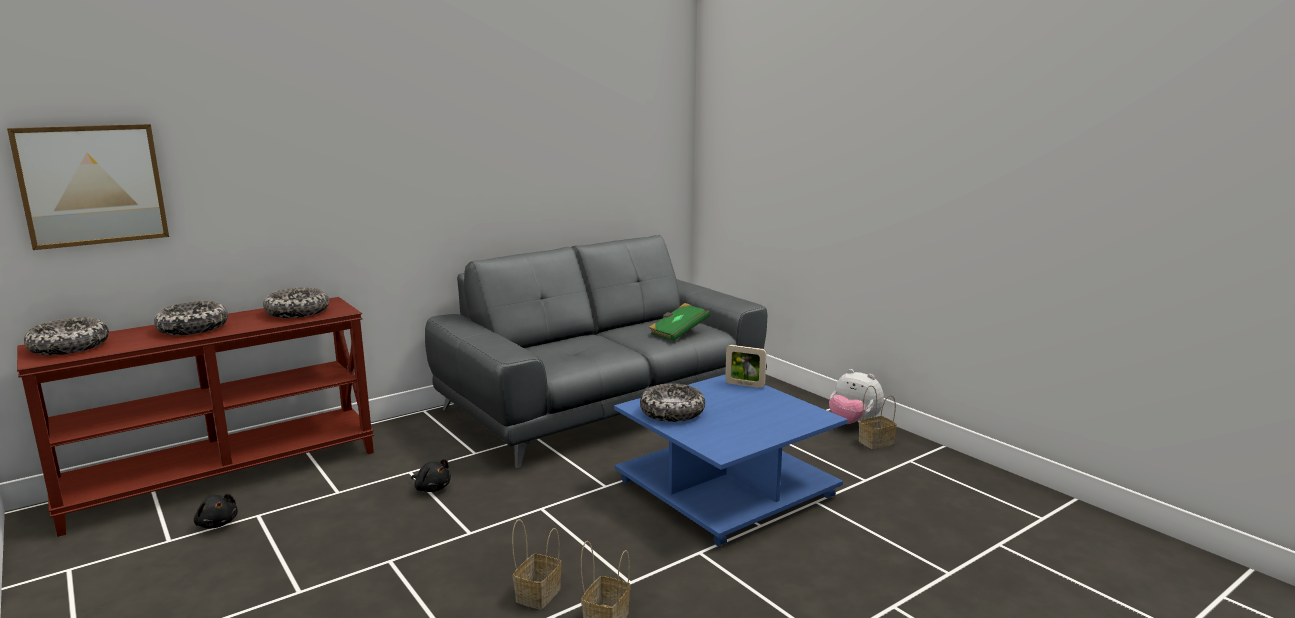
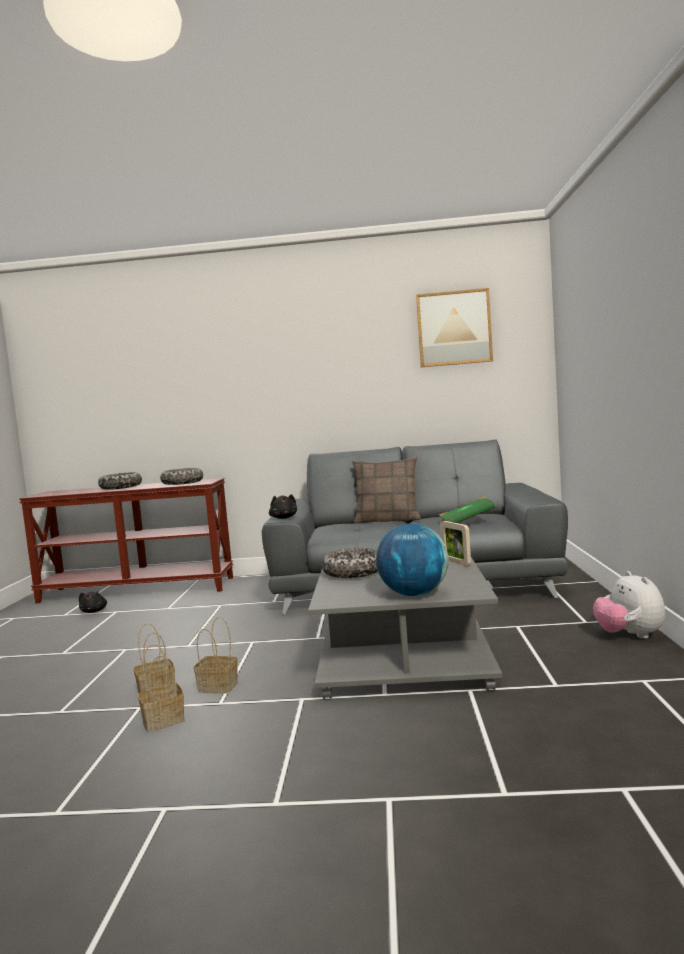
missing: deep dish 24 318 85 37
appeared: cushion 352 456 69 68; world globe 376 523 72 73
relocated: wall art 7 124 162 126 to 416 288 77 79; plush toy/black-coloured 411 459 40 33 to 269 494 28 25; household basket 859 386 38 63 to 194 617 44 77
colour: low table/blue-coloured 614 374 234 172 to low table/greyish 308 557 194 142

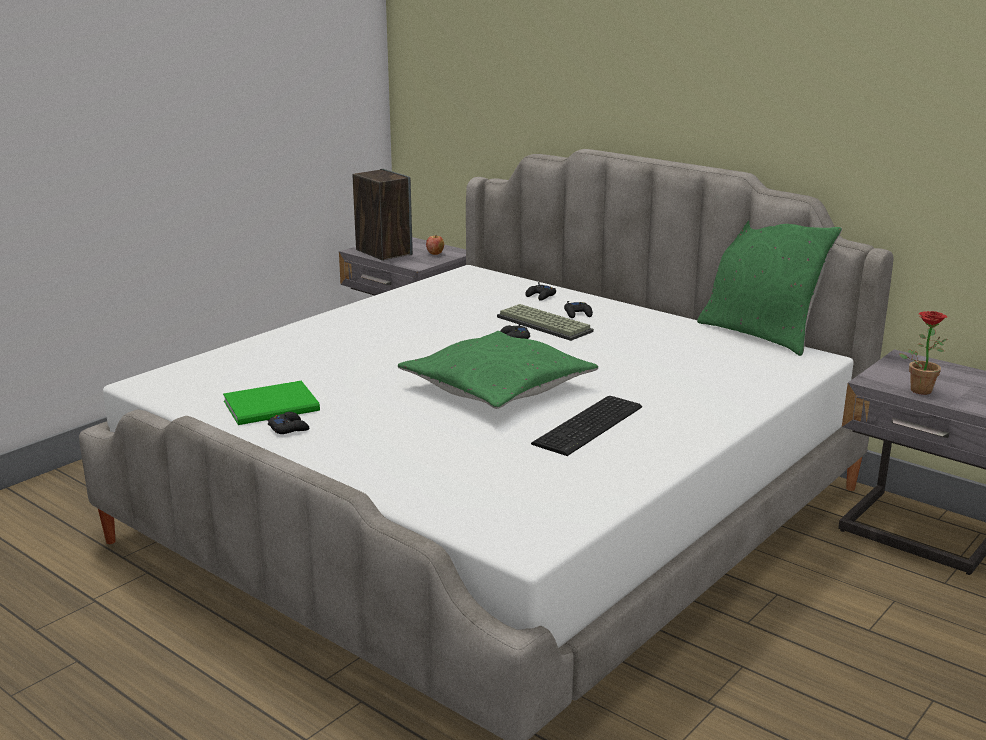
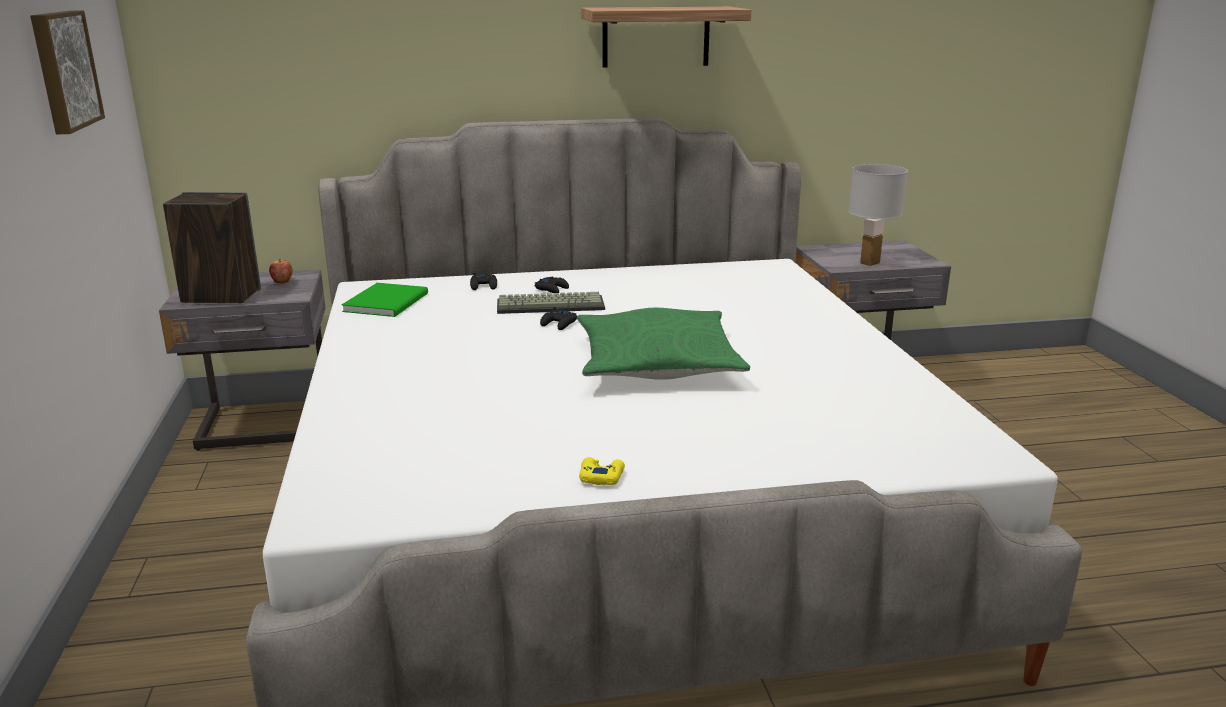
missing: keyboard 531 396 111 60; cushion/green-coloured 697 221 145 135
appeared: wall art 30 10 75 124; bracket shelf 581 7 171 60
relocated: volume/green-coloured 223 381 97 44 to 342 283 86 34
exchanged: houseplant 899 311 48 84 to table lamp/white 848 164 60 102
colour: joypad/black-coloured 268 412 41 22 to joypad/yellow-coloured 579 457 46 28

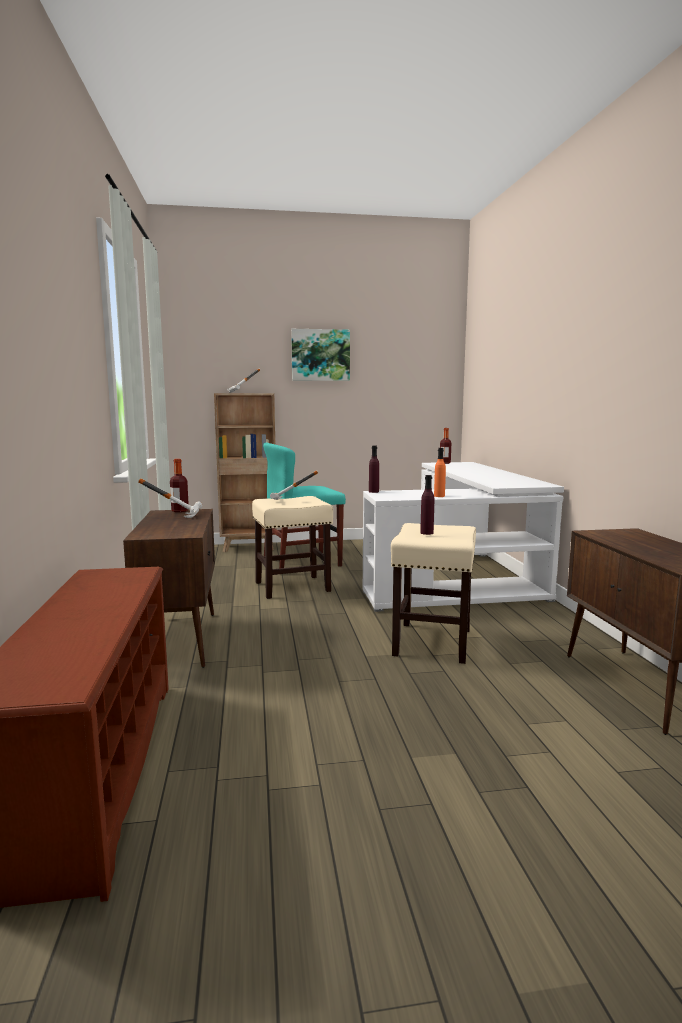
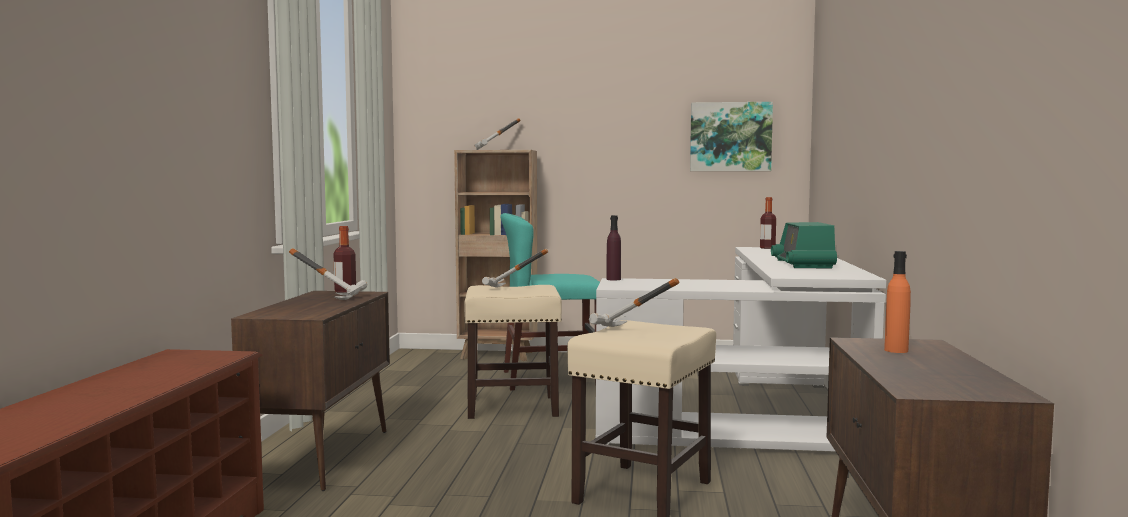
appeared: radio set 771 222 66 46
relocated: wall art 291 329 59 52 to 690 102 83 69; beverage bottle/orange 434 448 12 49 to 884 251 27 102
exchanged: beverage bottle/purple 420 475 14 60 to tool hammer 589 278 90 49

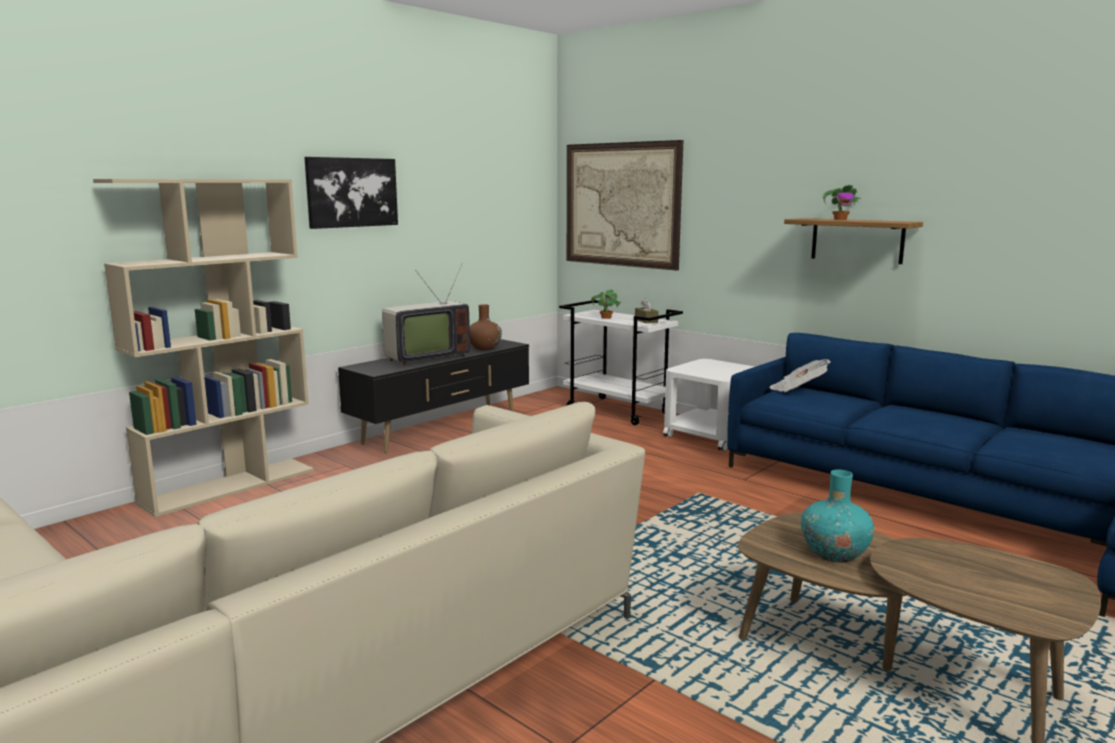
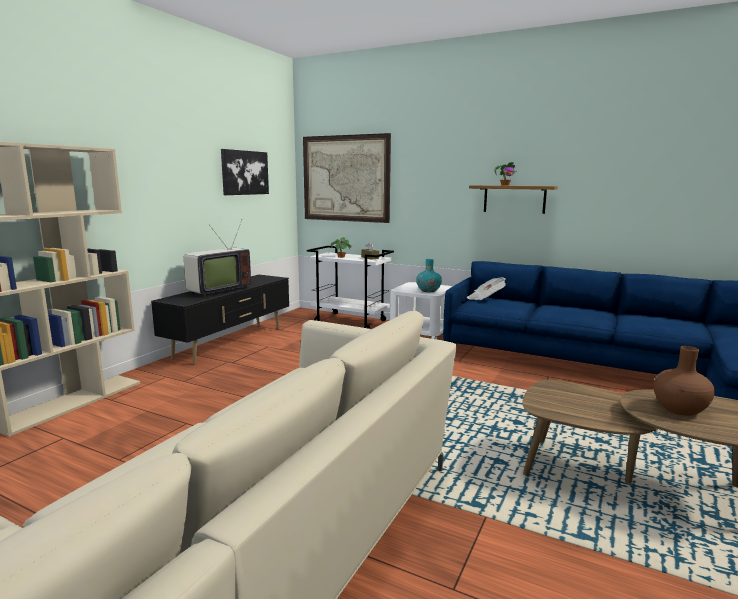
relocated: wall art 304 157 94 72 to 221 149 48 46; flower vase/brown 470 304 32 46 to 653 346 62 70; flower vase/turquoise-coloured 801 470 73 92 to 416 259 26 33

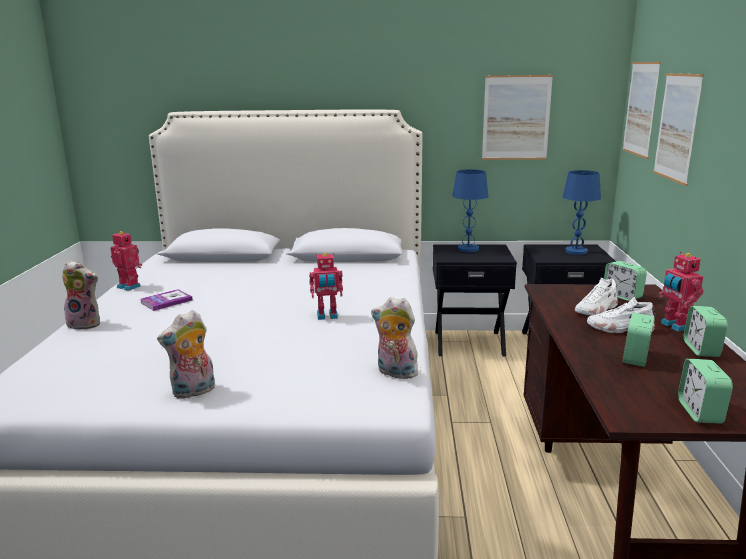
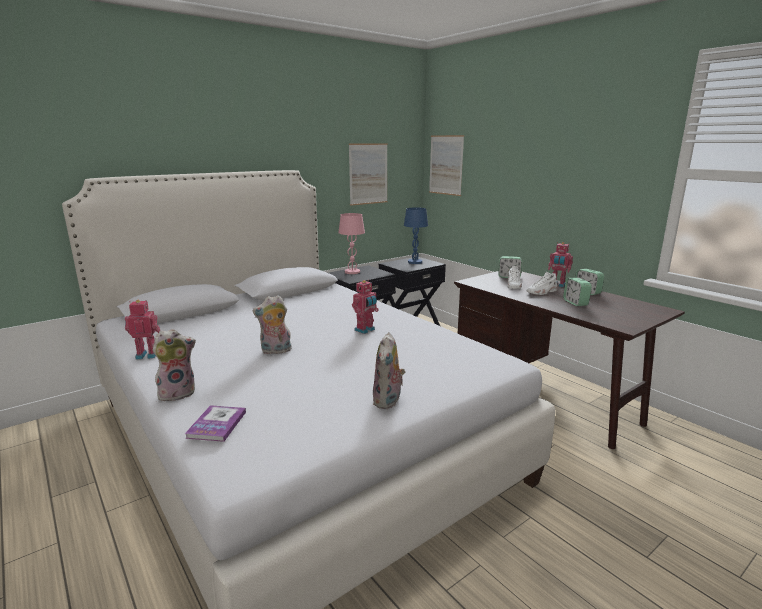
missing: wall art 653 73 51 113; table clock 678 359 55 65
relocated: volume 141 289 52 22 to 185 405 61 37; plush toy 371 297 52 82 to 252 295 40 59
colour: table lamp/blue-coloured 452 170 36 82 to table lamp/pinkish 338 213 27 61

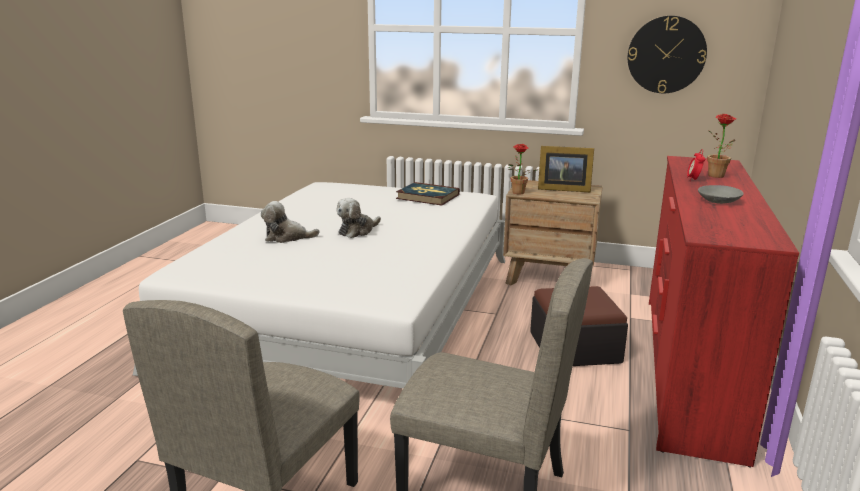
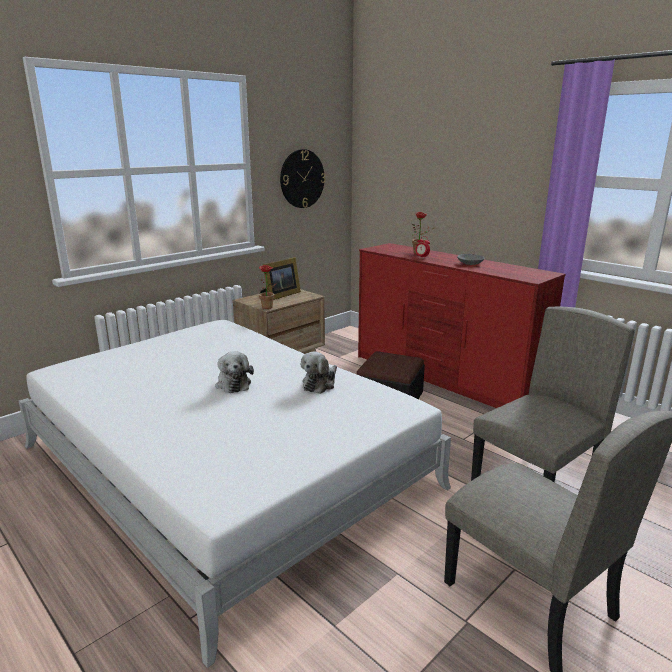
missing: volume 396 182 64 24
relocated: plush toy 261 201 59 42 to 301 352 36 42

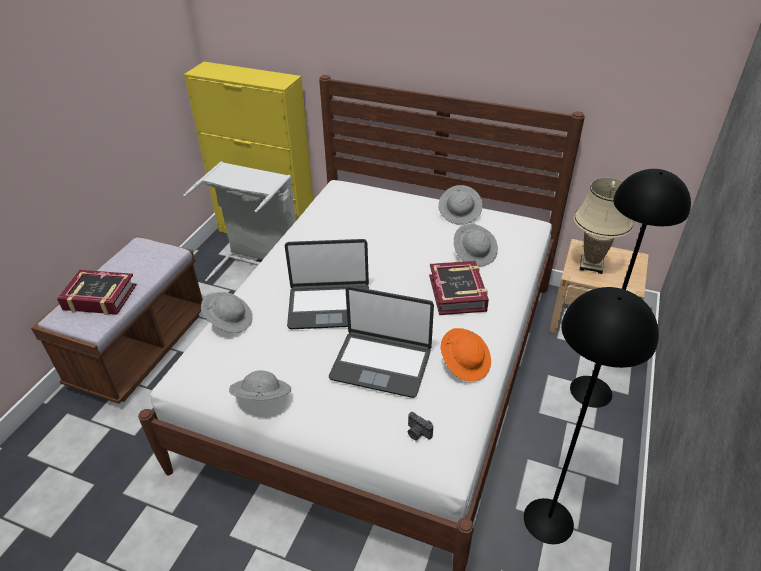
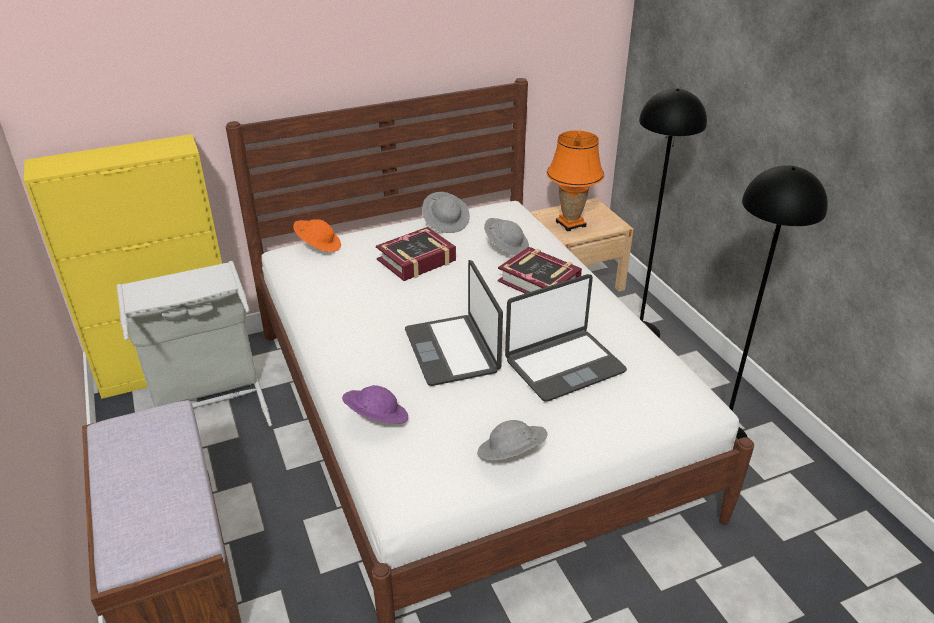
missing: still camera 408 412 25 28
relocated: volume 57 270 79 45 to 376 227 80 54; clothing hat/orange 441 328 50 53 to 293 219 48 33
colour: clothing hat/greyish 201 292 52 41 to clothing hat/purple 342 385 66 39; table lamp/beige 574 178 60 96 to table lamp/orange 547 130 57 102
spun: laptop 285 239 84 90 = 405 260 98 126 120 degrees clockwise

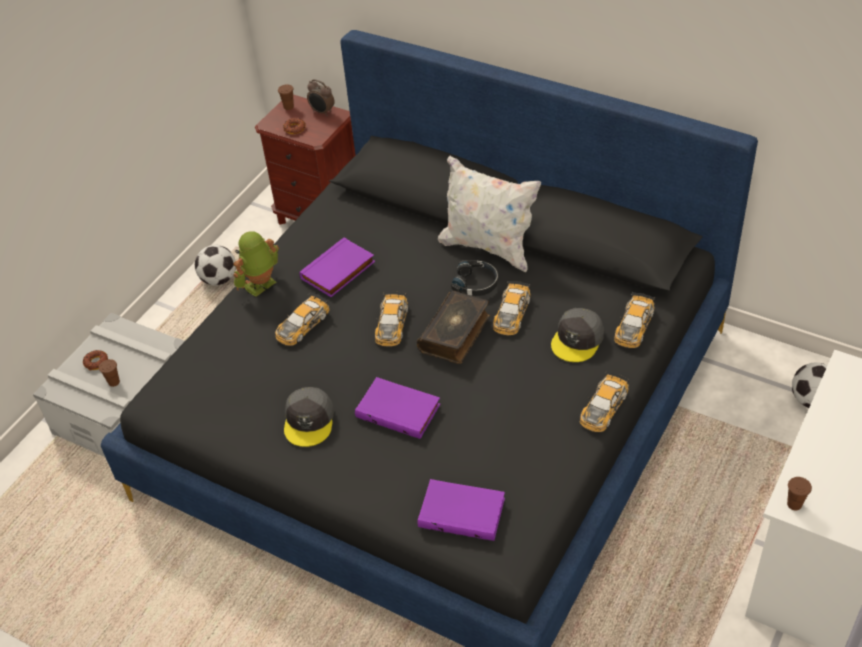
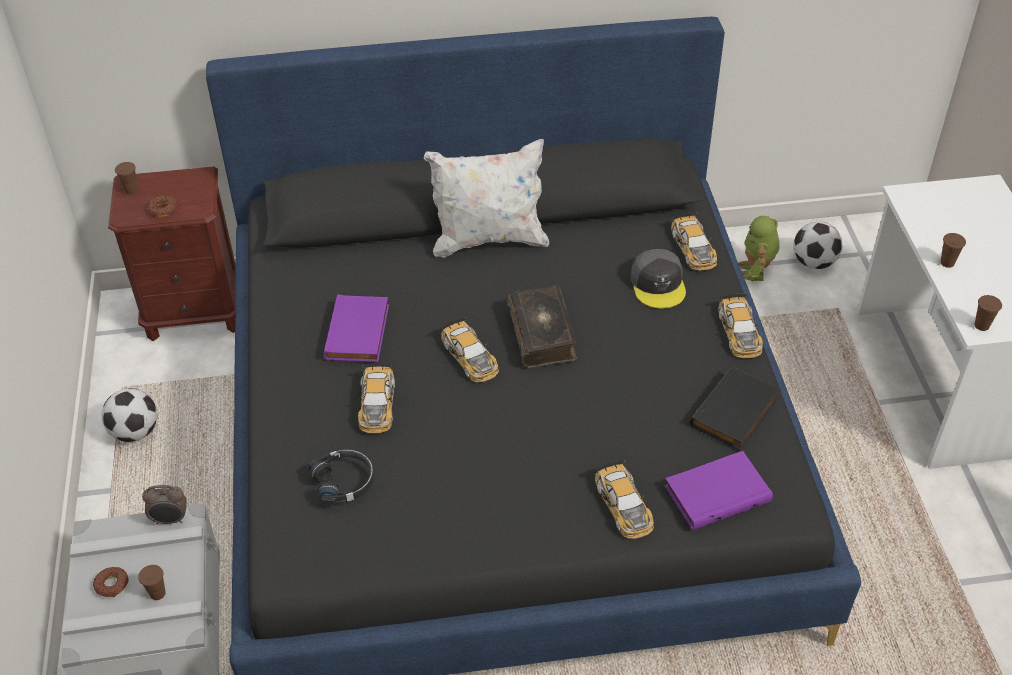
missing: cap/greyish 284 387 50 60; volume/purple 355 377 85 62
appeared: volume/black-coloured 690 366 91 85; small cup/brown 940 233 26 35
relocated: toy robot 234 231 45 66 to 738 216 42 65; table clock 307 79 28 37 to 142 485 45 40; headset/black-coloured 451 260 47 36 to 309 449 65 56; model car 493 281 37 54 to 595 460 59 79

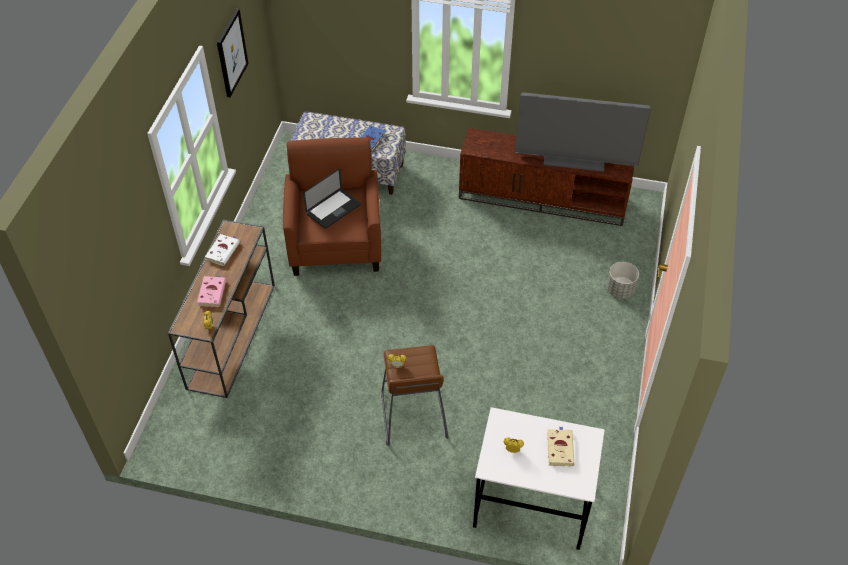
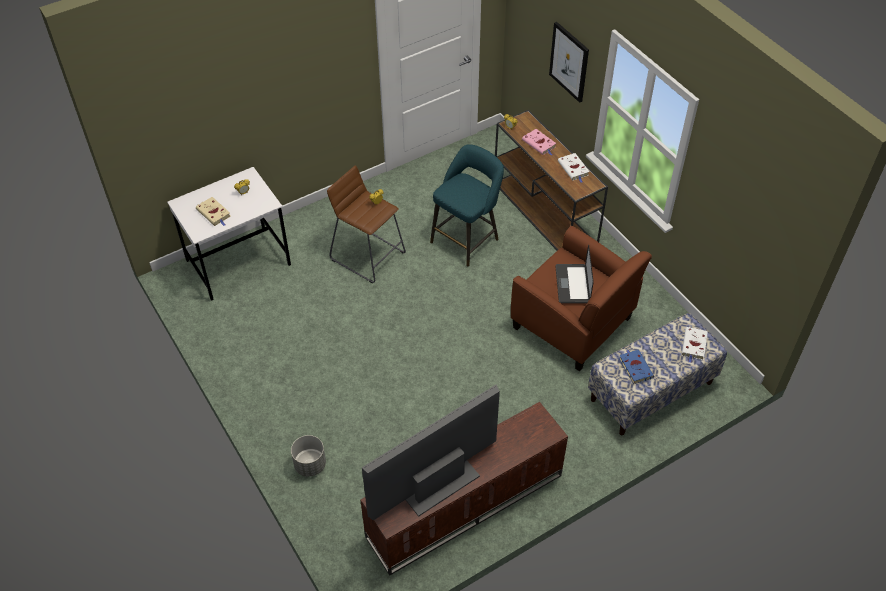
appeared: stool/turquoise-coloured 430 144 74 123; volume/white 682 327 26 36
relocated: wall art 217 9 32 88 to 549 22 40 81

